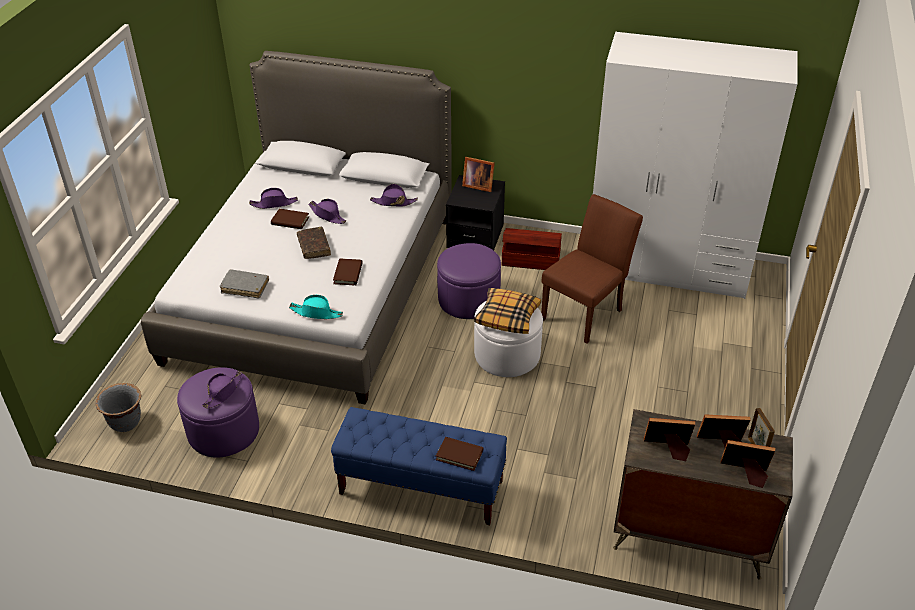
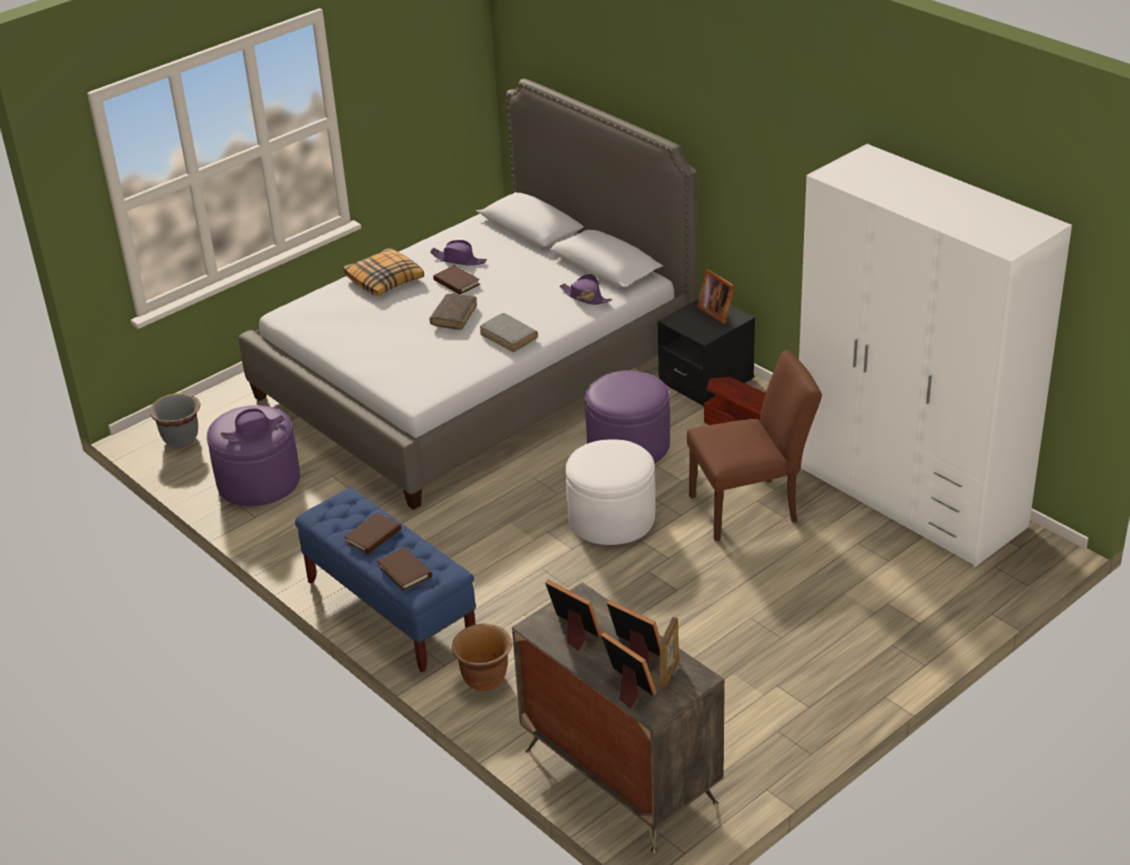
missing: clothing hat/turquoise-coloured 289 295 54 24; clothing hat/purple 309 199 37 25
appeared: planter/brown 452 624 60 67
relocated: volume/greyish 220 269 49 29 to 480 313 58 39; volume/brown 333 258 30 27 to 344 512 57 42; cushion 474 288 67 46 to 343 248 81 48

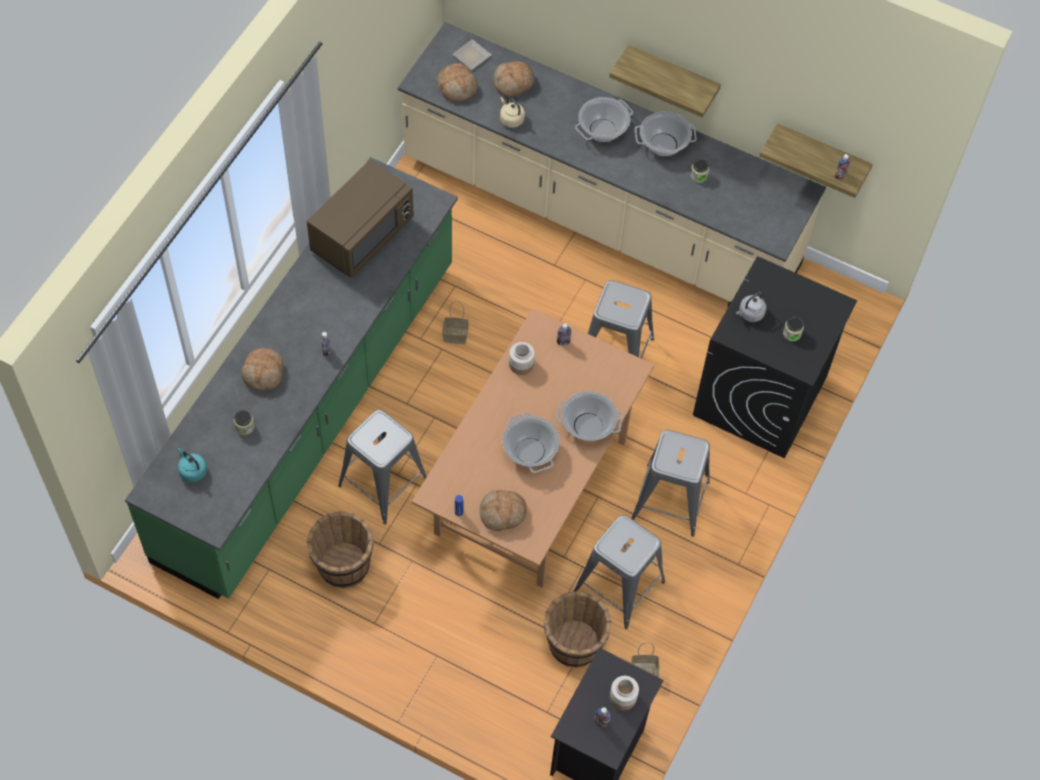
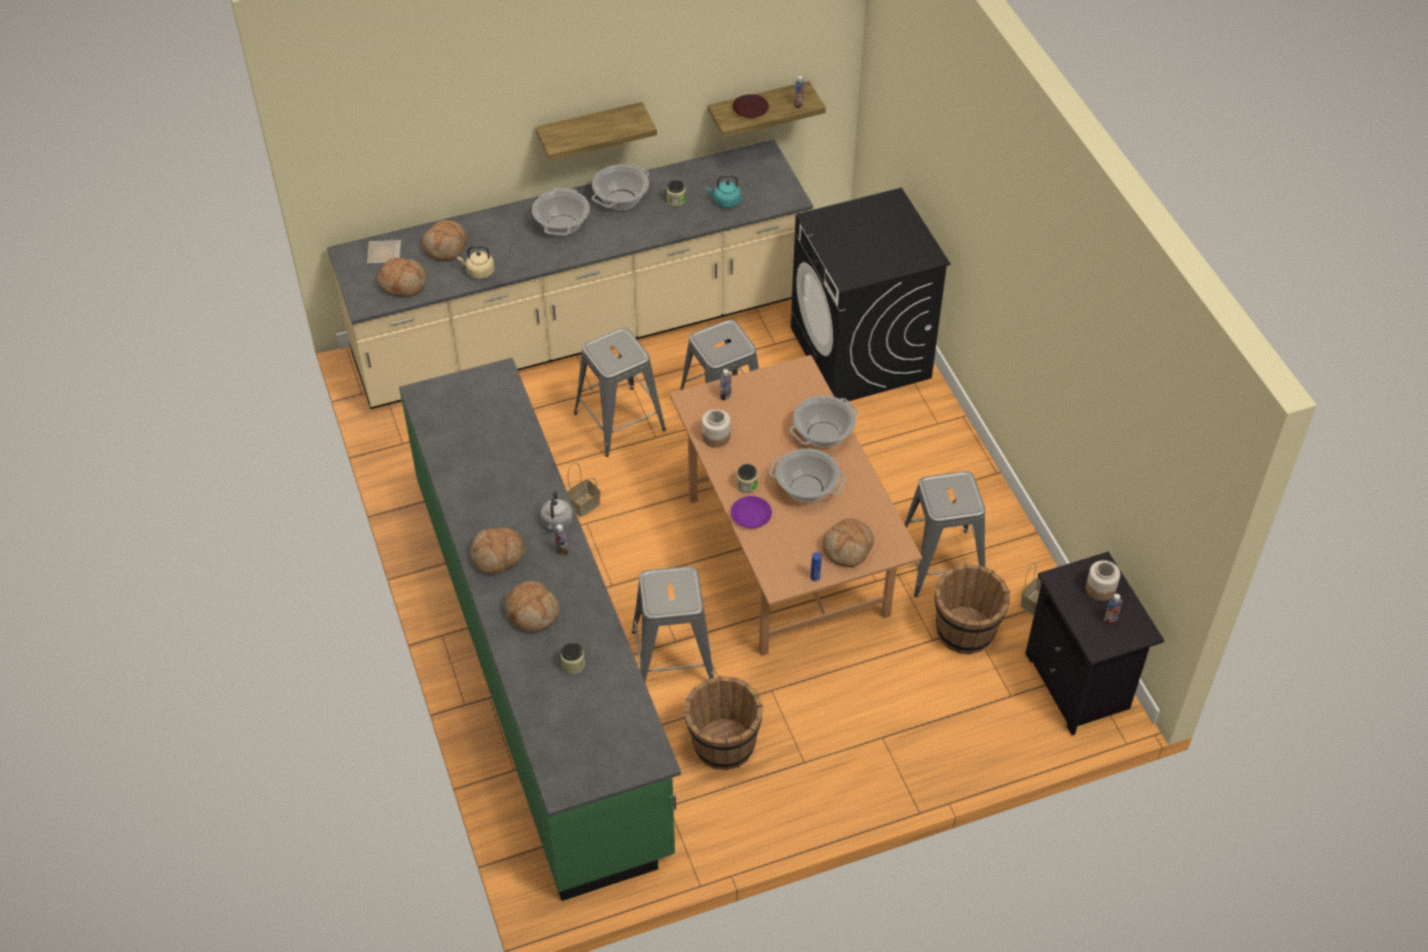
missing: microwave/brown 307 160 107 118
appeared: baked bread 470 528 56 46; dinner plate/purple 731 496 41 32; dinner plate/brown 733 94 36 24
relocated: tea kettle/turquoise-coloured 178 448 29 34 to 706 175 35 33; stool/greyish 631 430 79 107 to 574 328 92 129; tea kettle/greyish 736 292 31 30 to 541 491 31 39; jar 783 317 21 24 to 736 464 22 29

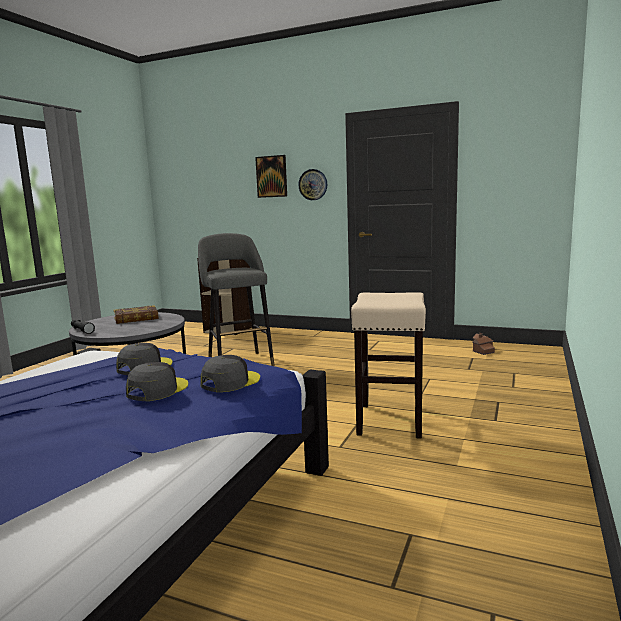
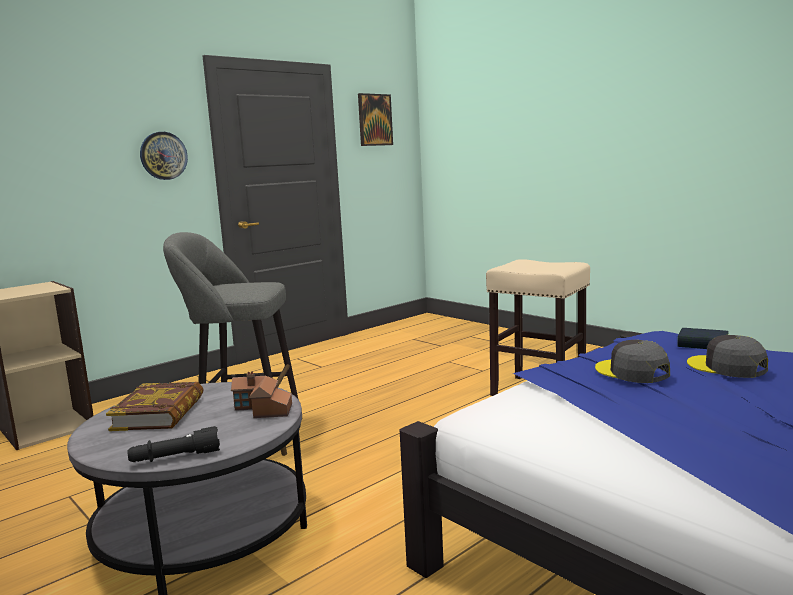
relocated: wall art 255 155 32 43 to 358 93 35 53; model house 472 332 23 23 to 231 372 61 46
exchanged: cap/greyish 200 355 60 37 to volume 677 328 51 21

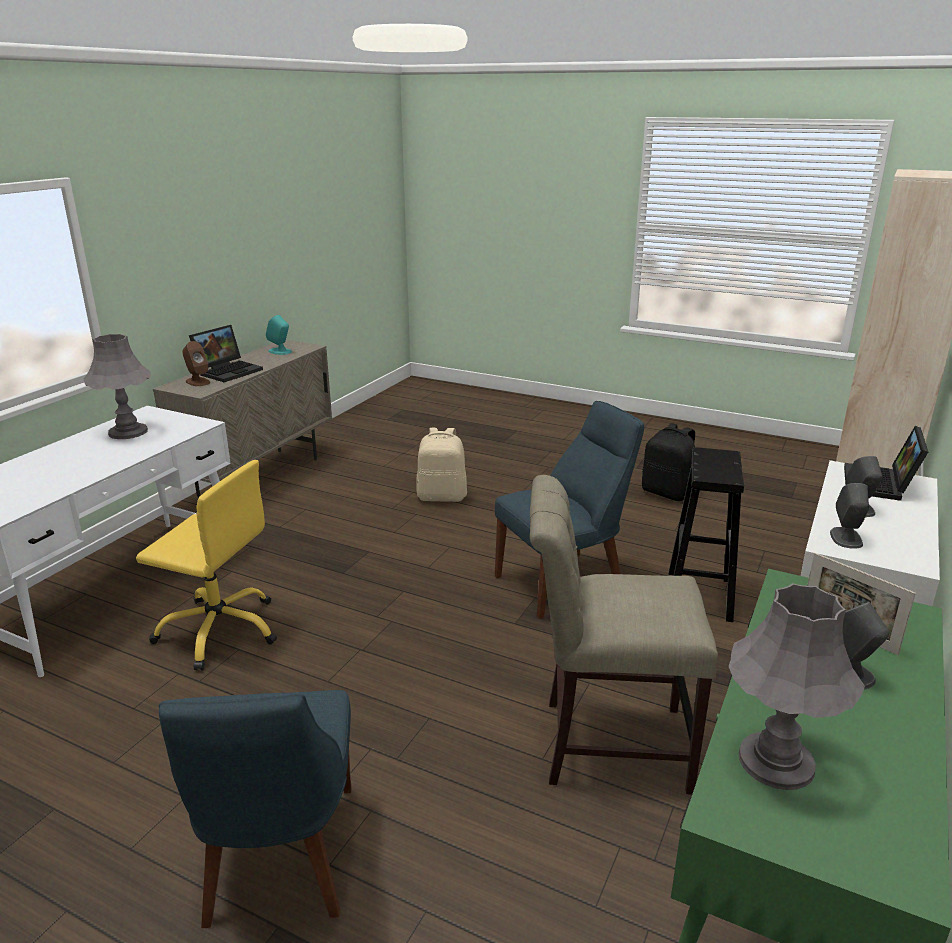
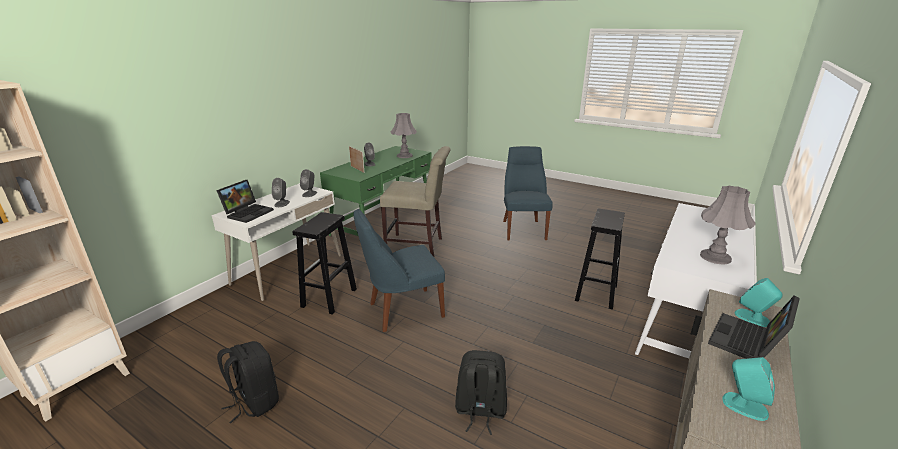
exchanged: desk chair/yellow-coloured 136 460 141 210 to stool/black-coloured 575 208 50 101
colour: speaker/brown 182 341 28 45 to speaker/turquoise-coloured 735 278 47 49; knapsack/beige 416 428 51 74 to knapsack/black-coloured 455 350 52 85

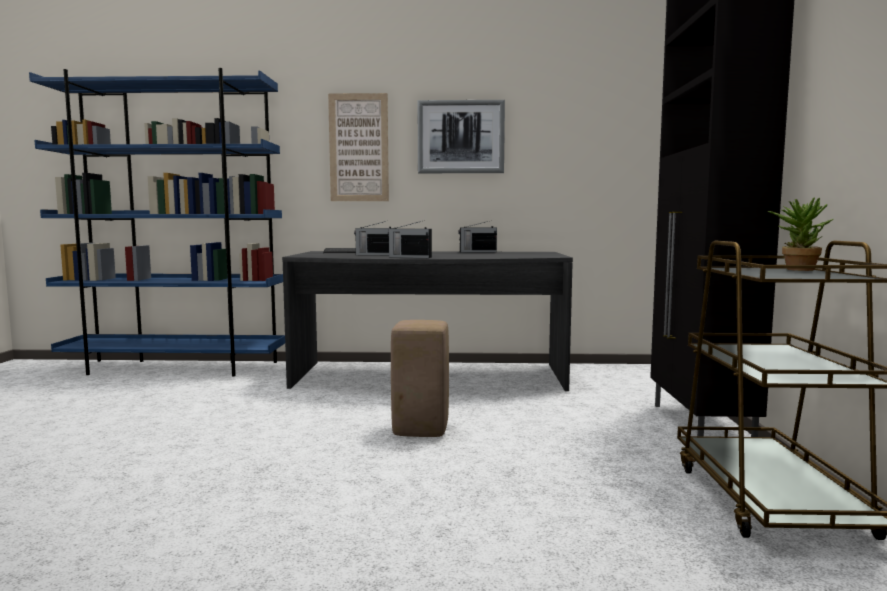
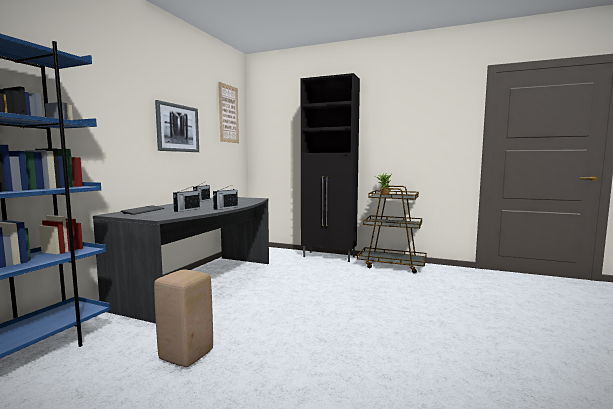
relocated: wall art 328 93 61 108 to 218 82 21 61; stool/beige 391 320 58 117 to 154 269 59 98

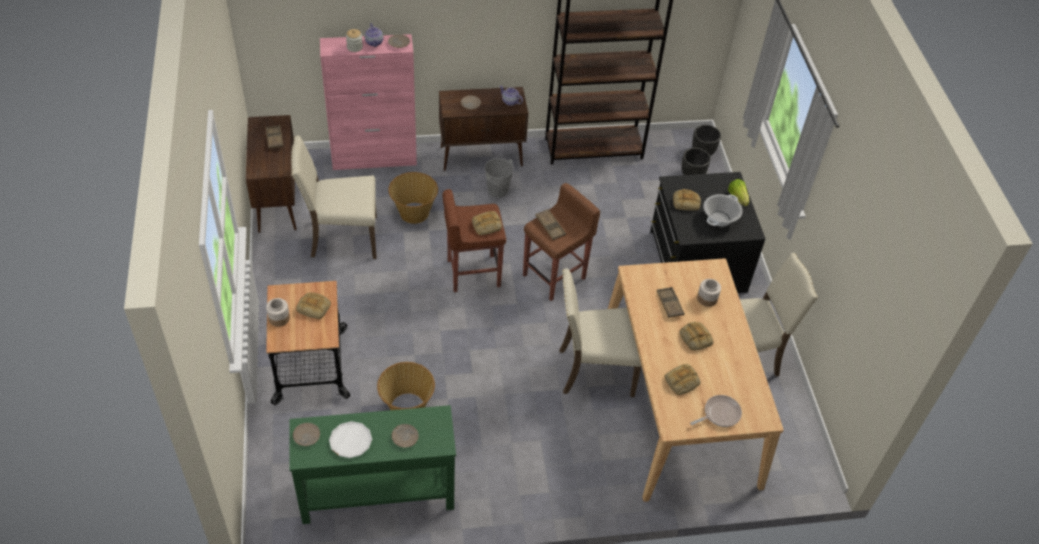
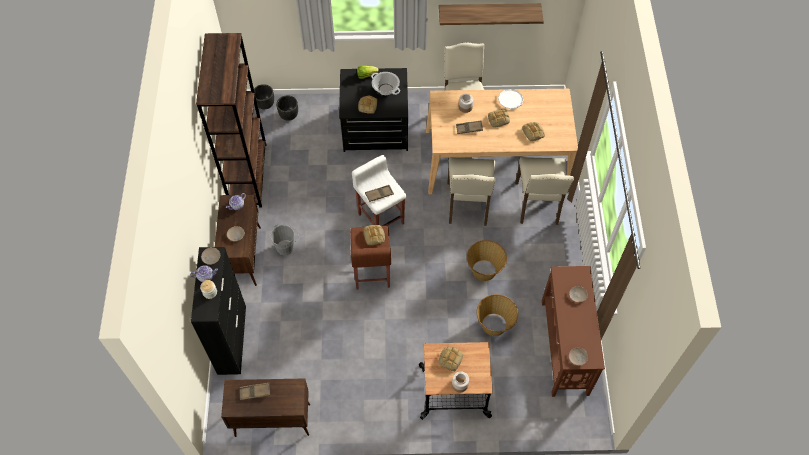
missing: skillet 690 395 52 32
appeared: bracket shelf 439 3 105 22
relocated: plain chair/beige 291 135 86 124 to 515 157 59 68; dinner plate/white 329 421 43 37 to 498 89 26 20; household basket 388 172 50 52 to 467 240 40 41
colour: console table/green-coloured 289 405 167 119 to console table/brown 542 266 63 131; cupboard/pinkish 320 34 97 136 to cupboard/black-coloured 191 247 55 128; stool/brown 523 183 77 118 to stool/white 352 155 54 71

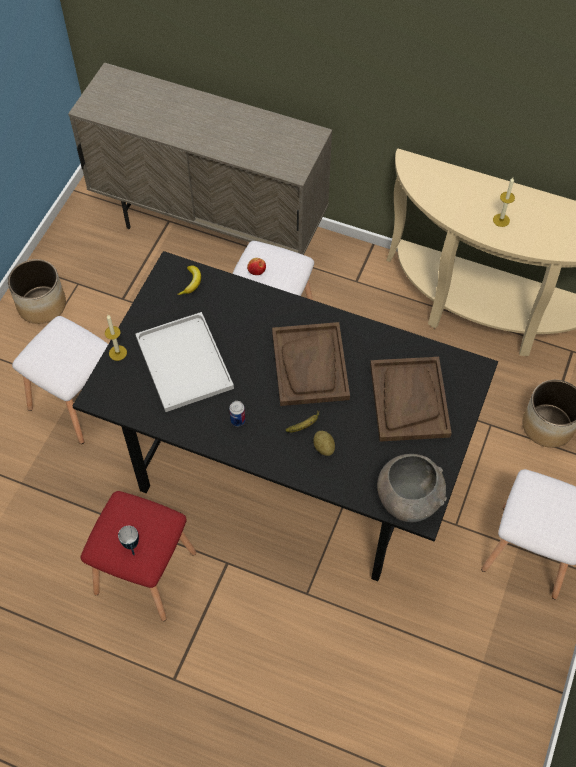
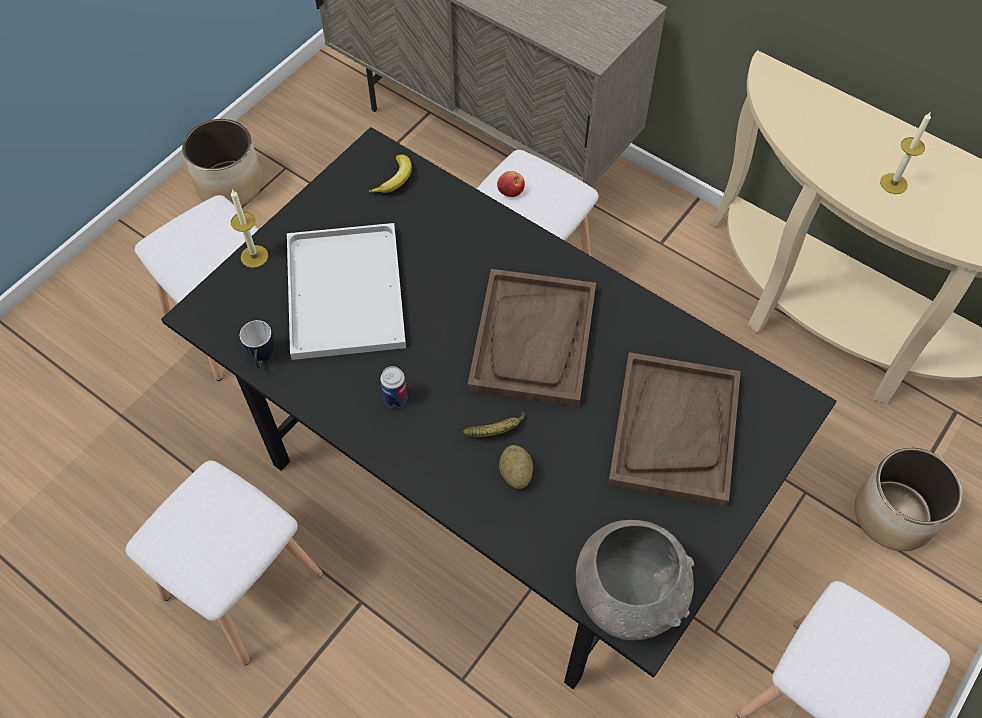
relocated: mug 118 526 21 29 to 240 320 34 49
colour: stool/red-coloured 81 491 115 130 to stool/white 126 460 197 206

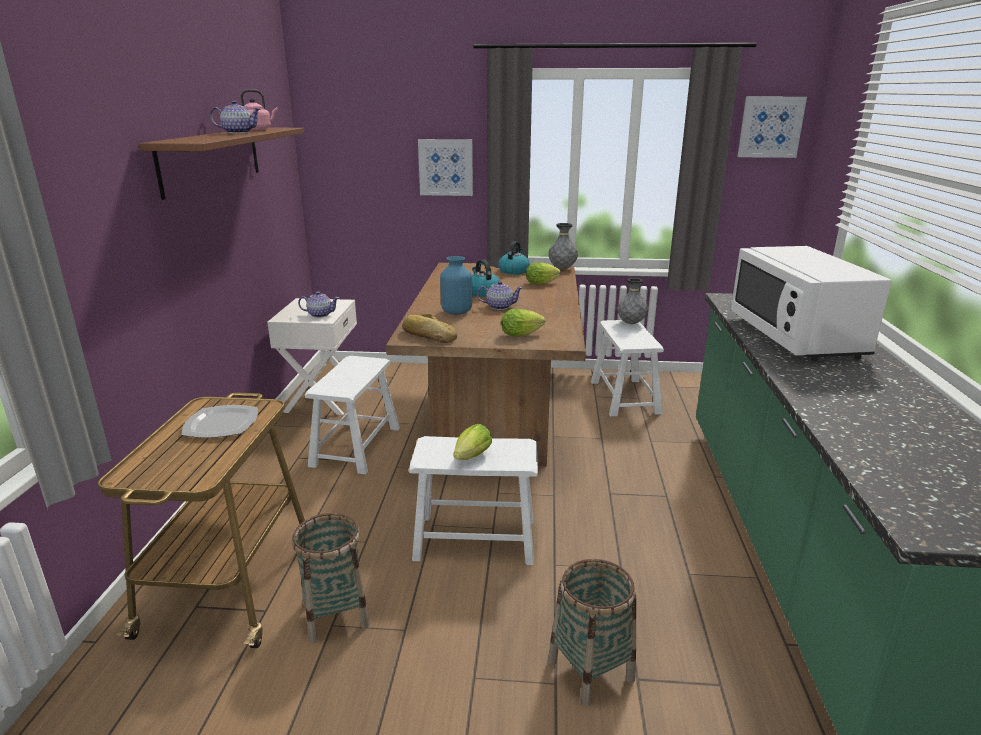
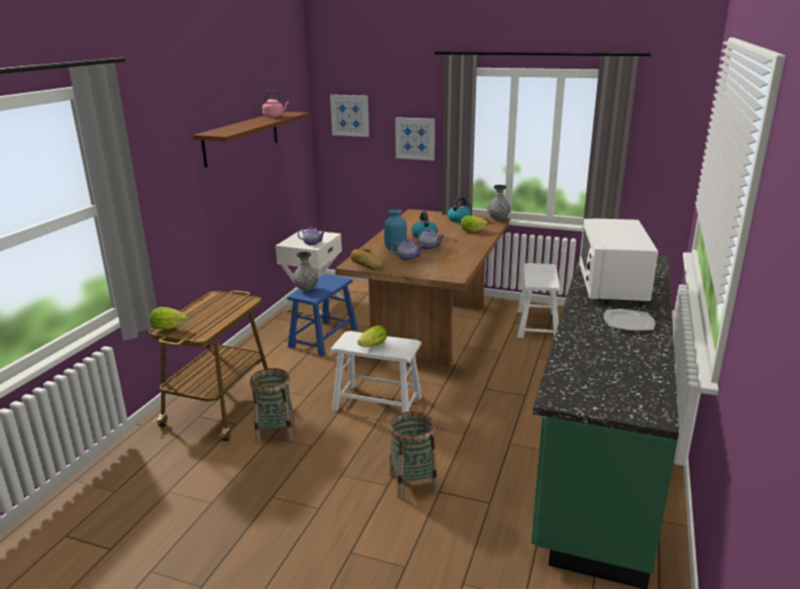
relocated: dinner plate 182 405 76 33 to 603 309 52 22; tea pot 210 101 50 33 to 391 239 34 22; lettuce 501 309 44 27 to 150 307 38 22; flower vase/greyish 617 278 31 46 to 293 252 26 39; wall art 737 97 70 61 to 330 95 39 42
colour: stool/white 305 356 95 118 to stool/blue-coloured 287 274 71 82

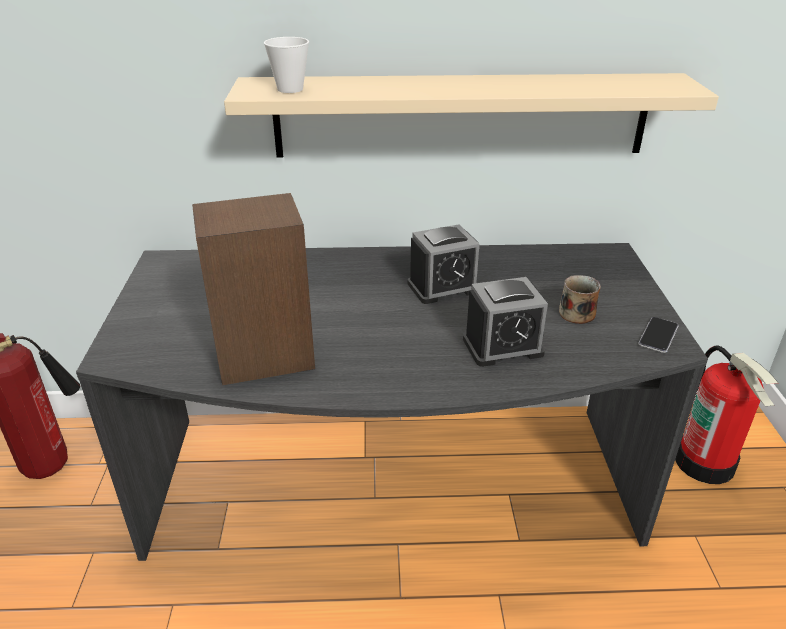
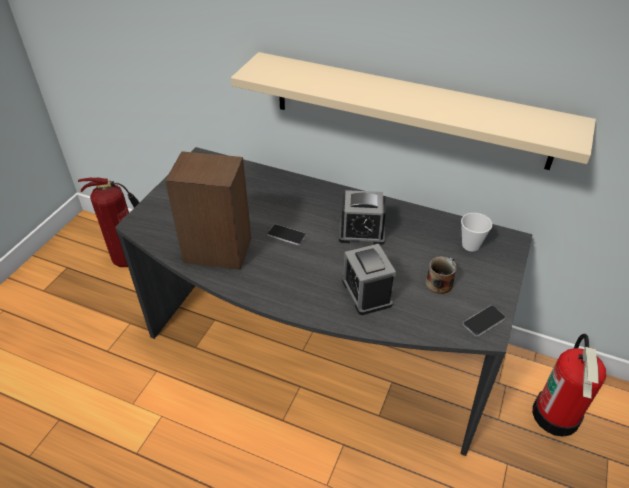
appeared: phone 267 224 39 21
relocated: small cup 264 37 45 56 to 461 213 31 39
spun: table clock 463 277 85 90 = 342 244 54 71 60 degrees clockwise

